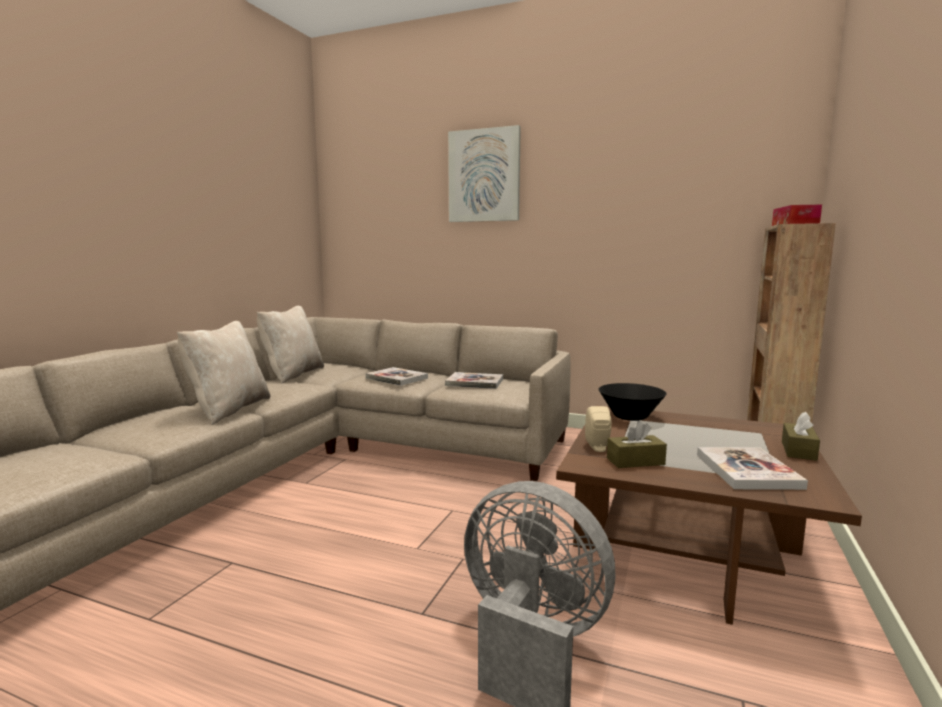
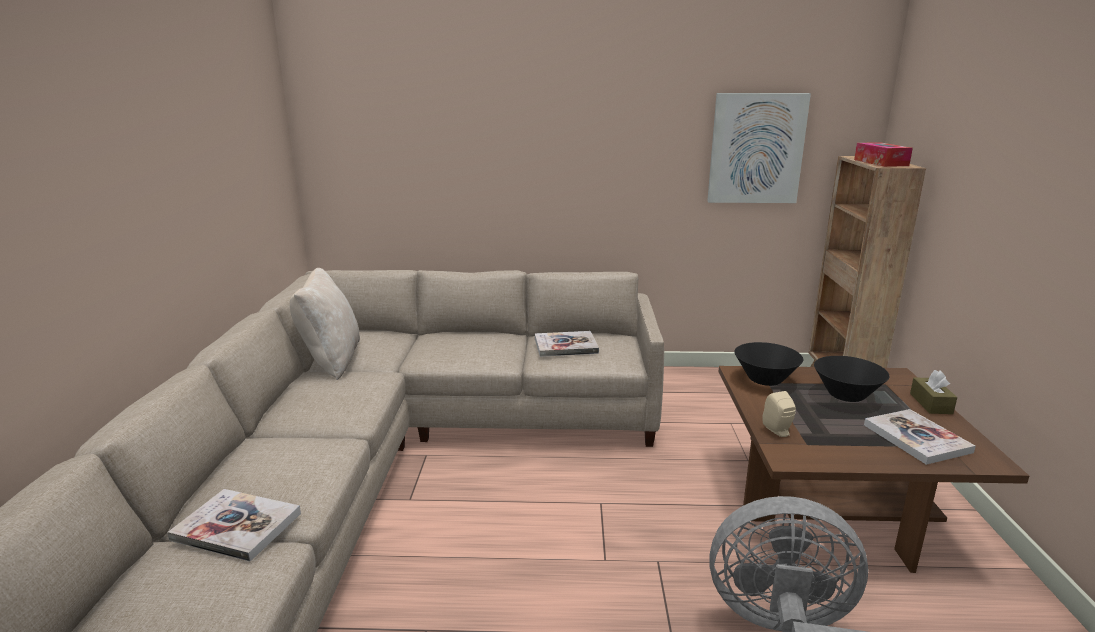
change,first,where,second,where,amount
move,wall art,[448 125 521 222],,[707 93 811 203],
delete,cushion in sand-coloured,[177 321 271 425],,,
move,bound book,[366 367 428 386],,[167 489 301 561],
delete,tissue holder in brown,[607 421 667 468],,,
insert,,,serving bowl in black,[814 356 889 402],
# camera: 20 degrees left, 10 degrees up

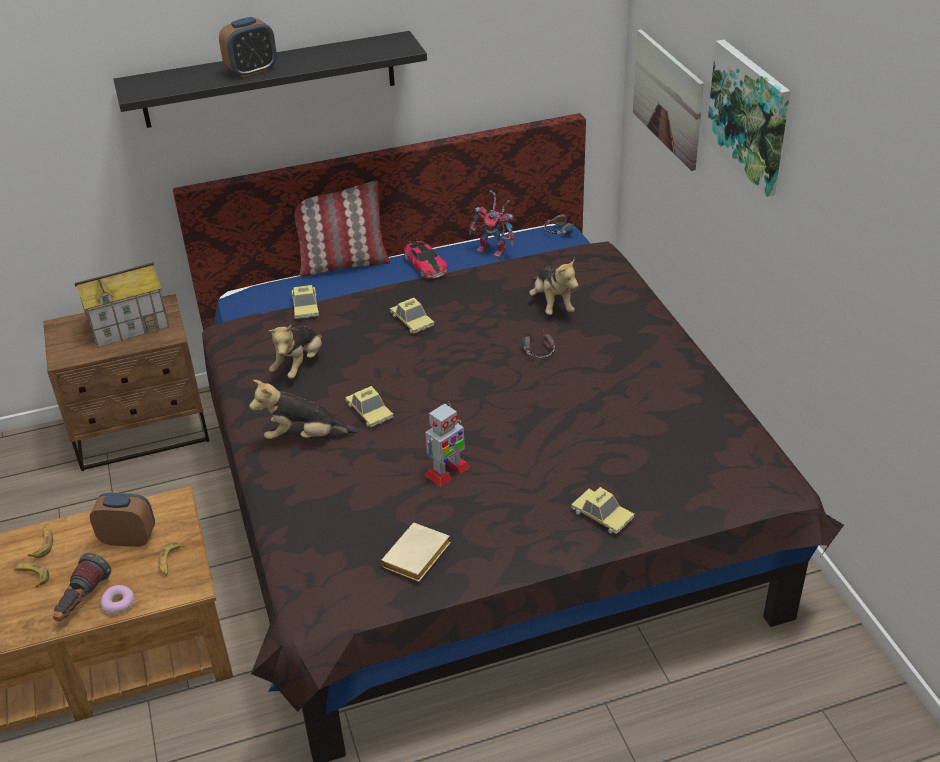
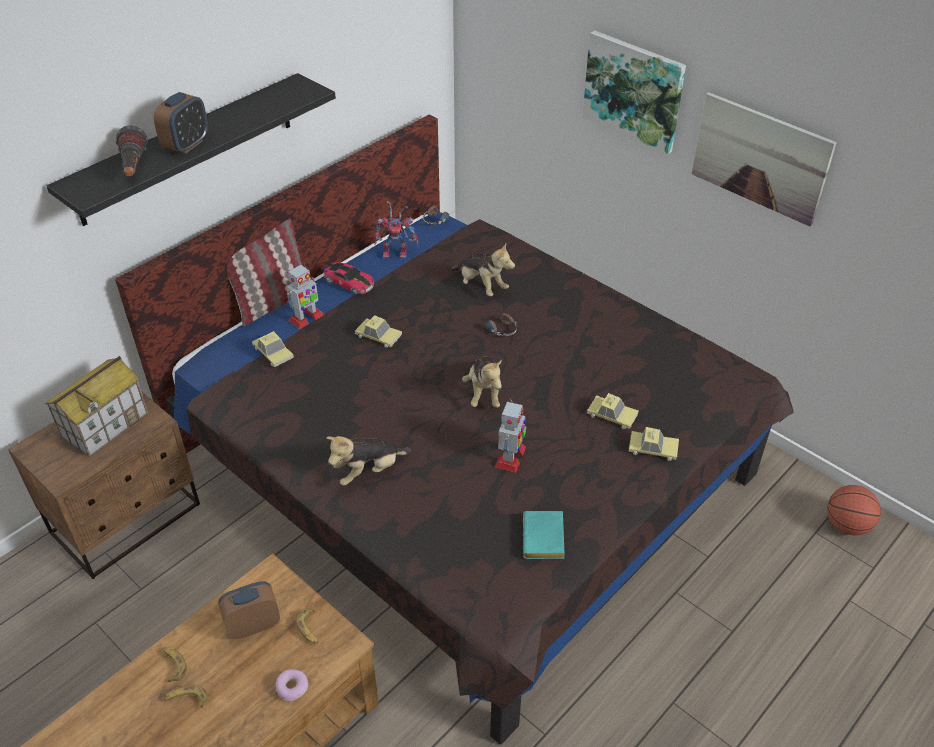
change,first,where,second,where,amount
move,wall art,[633 30 704 171],,[692 92 837 226],
move,soft toy,[269 325 322 379],,[462 356 502 408],
move,toy car,[345 386 393 427],,[587 393 639 429],
recolor,bound book in sand-coloured,[380 523 451 582],bound book in turquoise-coloured,[523 511 565 559],
move,flashlight,[53 553 111 621],,[116 125 148 176],
insert,,,model robot,[286 263 324 329],
insert,,,ball for basketball,[827 485 881 535],
# camera: 30 degrees left, 5 degrees up

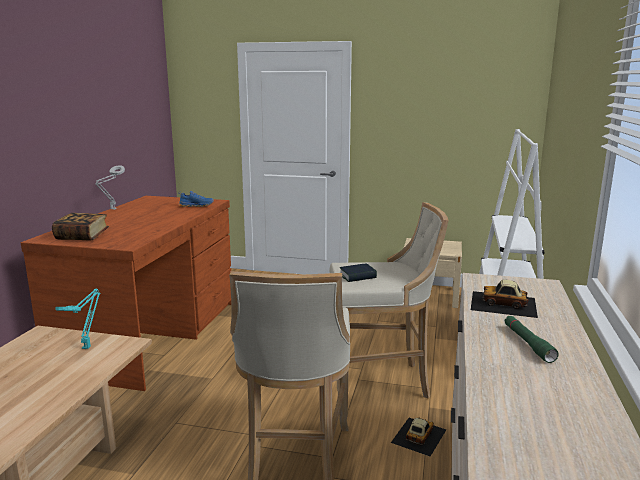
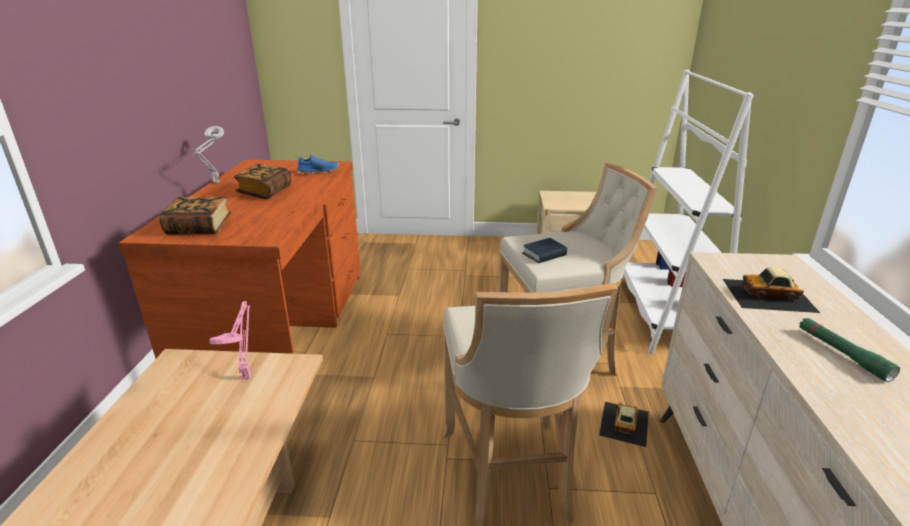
change,first,where,second,where,amount
recolor,table lamp in turquoise-coloured,[56 289 100 349],table lamp in pinkish,[209 301 251 379],
insert,,,bound book,[234 164 291 199],
# camera: 10 degrees left, 10 degrees up

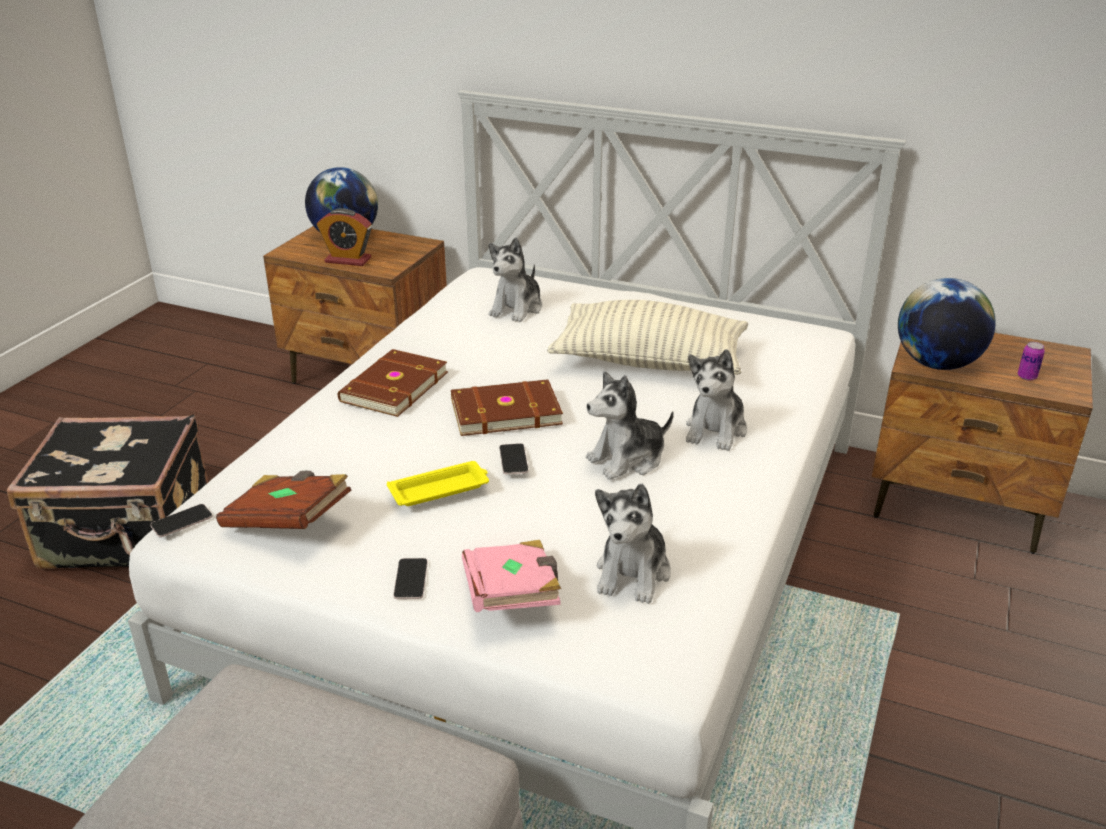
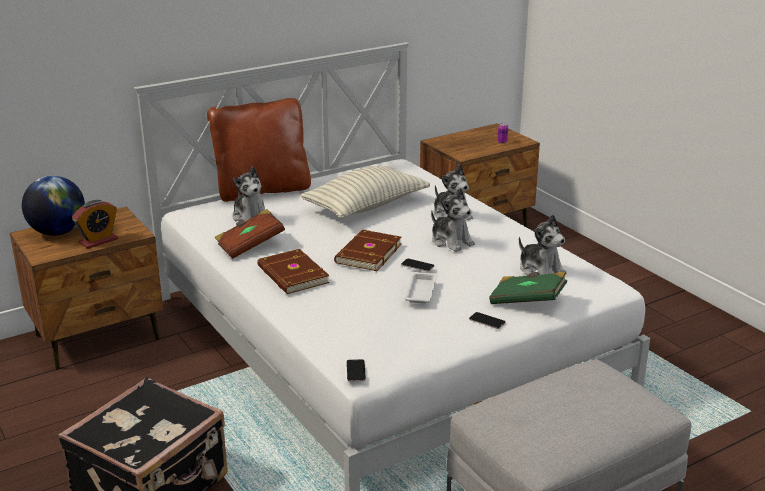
change,first,where,second,where,amount
delete,globe,[898 278 996 370],,,
rotate,soft toy,[586 371 674 480],,[431 188 475 252],45 degrees counterclockwise
recolor,carrying tray in yellowish,[387 461 489 506],carrying tray in white,[404 272 437 304],
move,bound book in brown,[216 471 351 529],,[215 209 285 259],
recolor,bound book in pinkish,[462 540 561 612],bound book in greenish,[489 272 567 304],
insert,,,cushion in brown,[207 98 311 202],
# camera: 55 degrees left, 5 degrees down

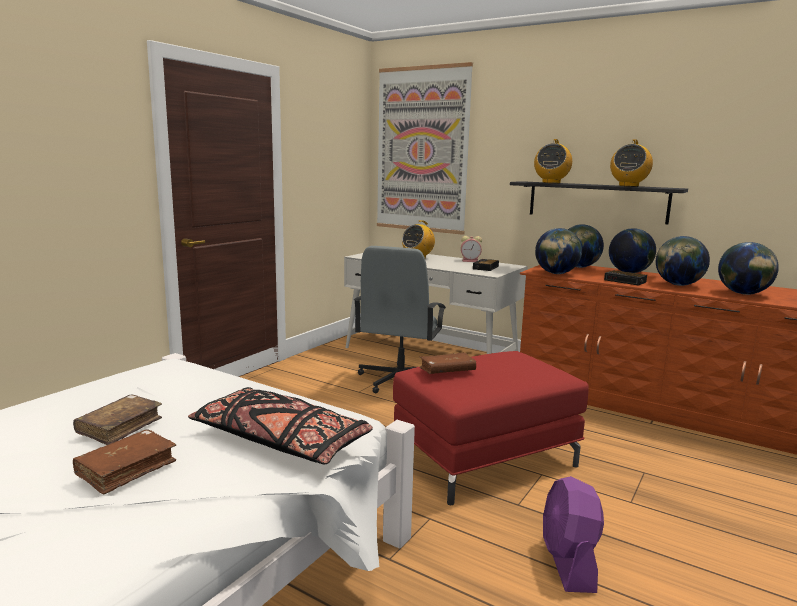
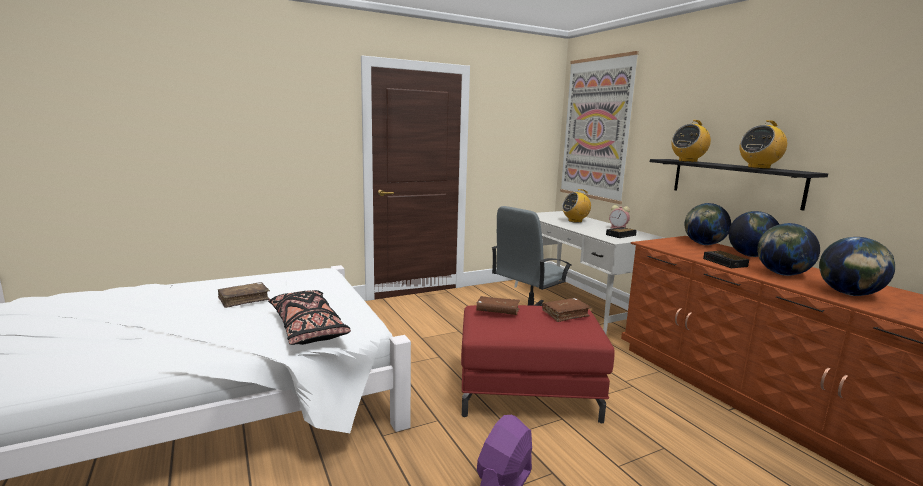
change,first,where,second,where,amount
delete,globe,[535 228 582 274],,,
move,bound book in brown,[73 429 176 495],,[542 298 591 322],
# camera: 30 degrees right, 0 degrees up

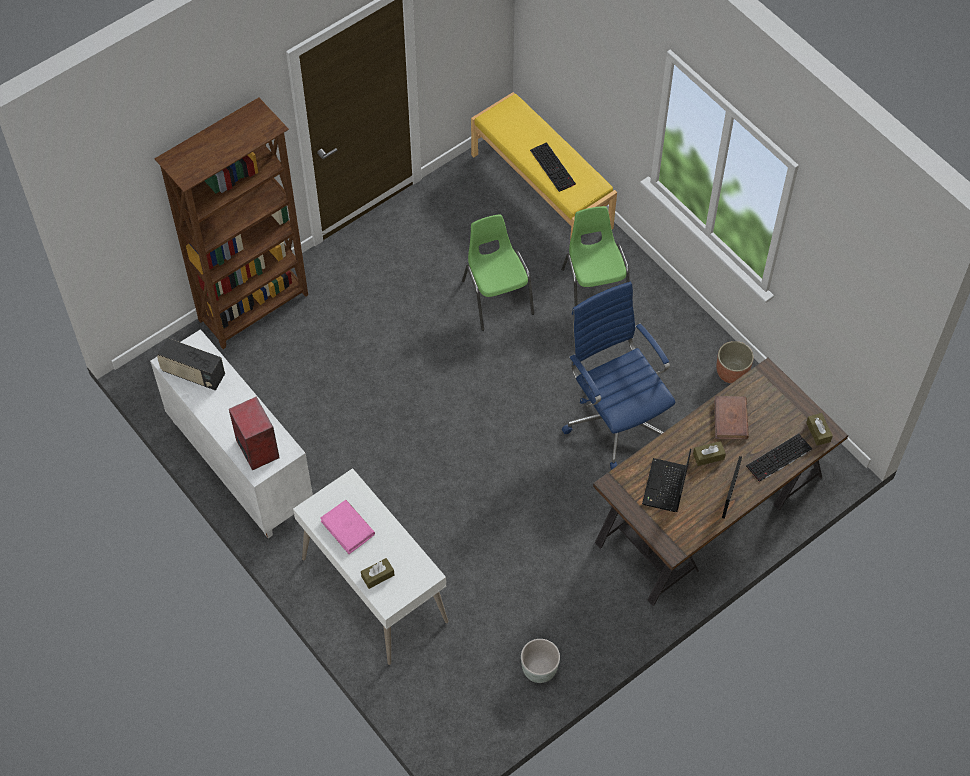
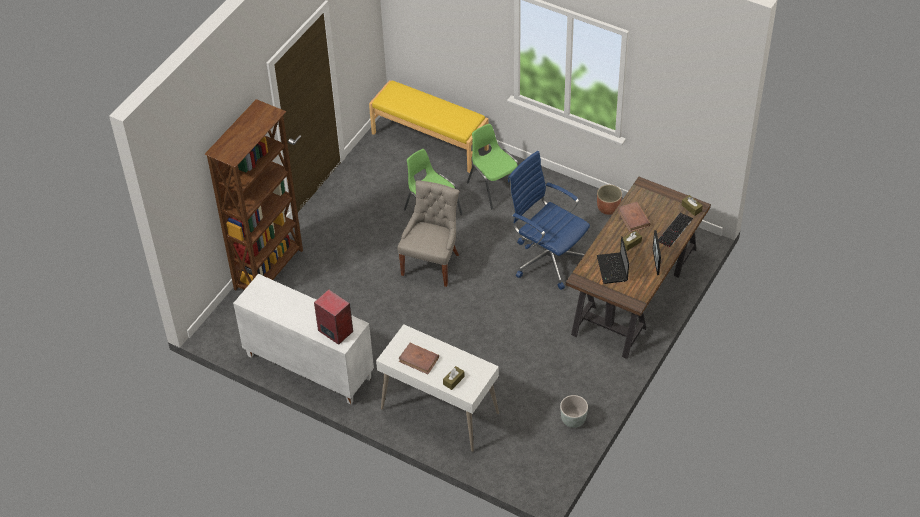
change,first,where,second,where,amount
delete,PC keyboard,[530 142 576 192],,,
delete,radio set,[157 338 225 390],,,
recolor,bound book in pinkish,[320 500 375 554],bound book in brown,[398 343 439 374],
insert,,,plain chair in greyish,[397 180 459 287],
# camera: 20 degrees left, 10 degrees down

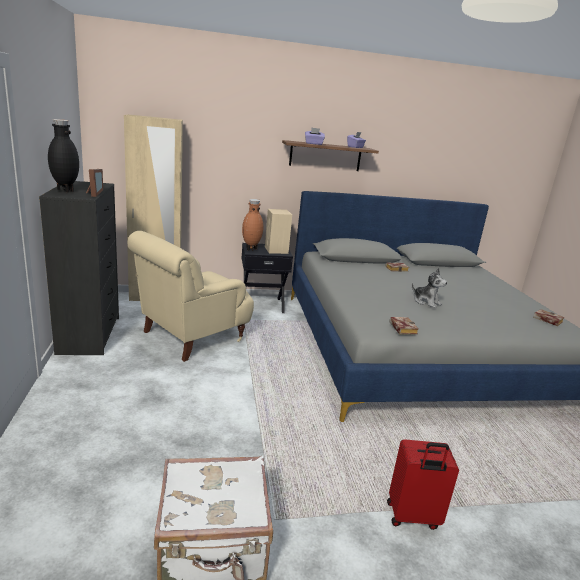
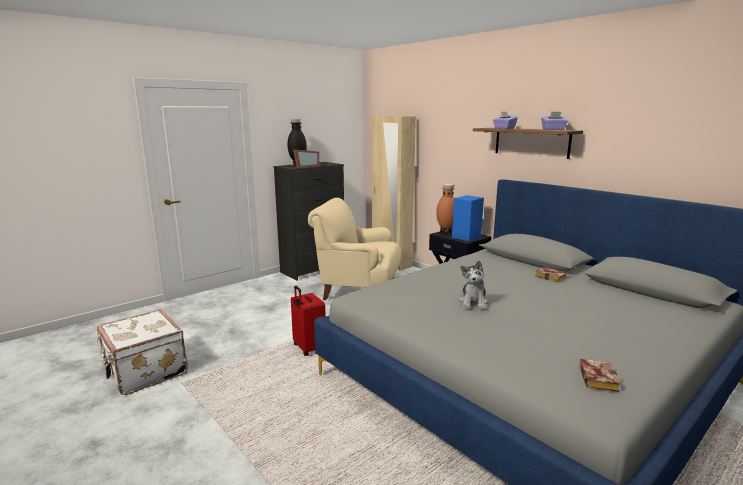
change,first,where,second,where,amount
recolor,loudspeaker in sand-coloured,[265 209 292 254],loudspeaker in blue,[452 195 484 241],
delete,bound book,[390 317 419 334],,,
move,suitcase in reddish,[387 439 459 530],,[291 285 326 356],
# camera: 60 degrees right, 5 degrees down

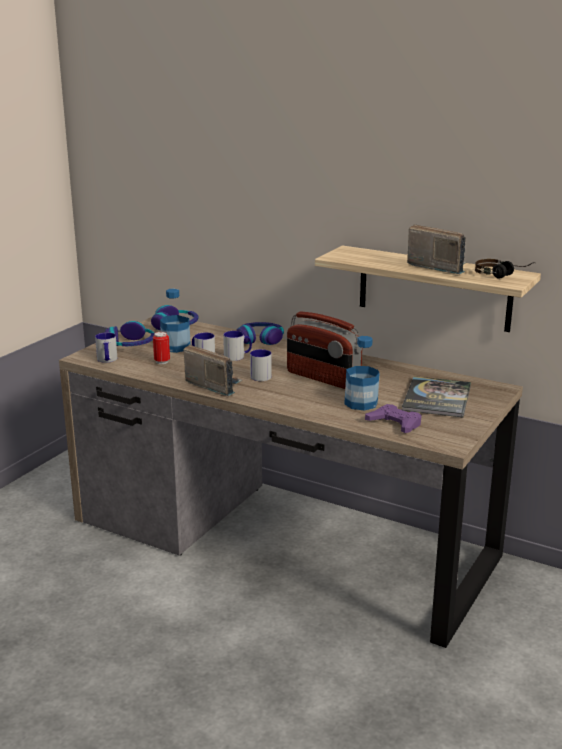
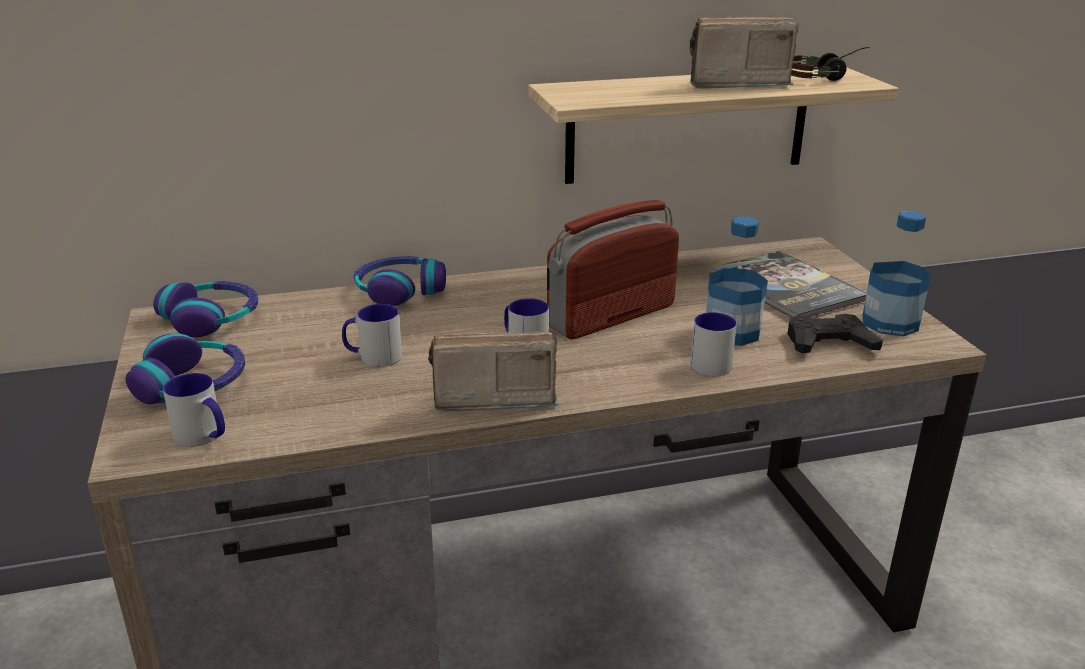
change,first,where,second,where,amount
move,bottle,[160 288 191 353],,[862 211 931 336],
rotate,radio set,[287 311 362 389],,[547 200 679 339],150 degrees clockwise
move,coffee mug,[223 331 252 361],,[690 312 737 376],
delete,metal can,[153 332 170 364],,,
recolor,joypad in purple-coloured,[365 404 422 433],joypad in black,[788 314 883 353],
# camera: 45 degrees left, 5 degrees up

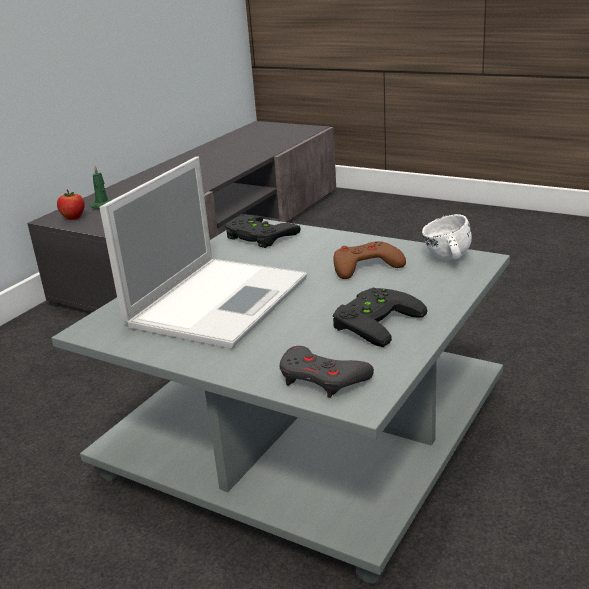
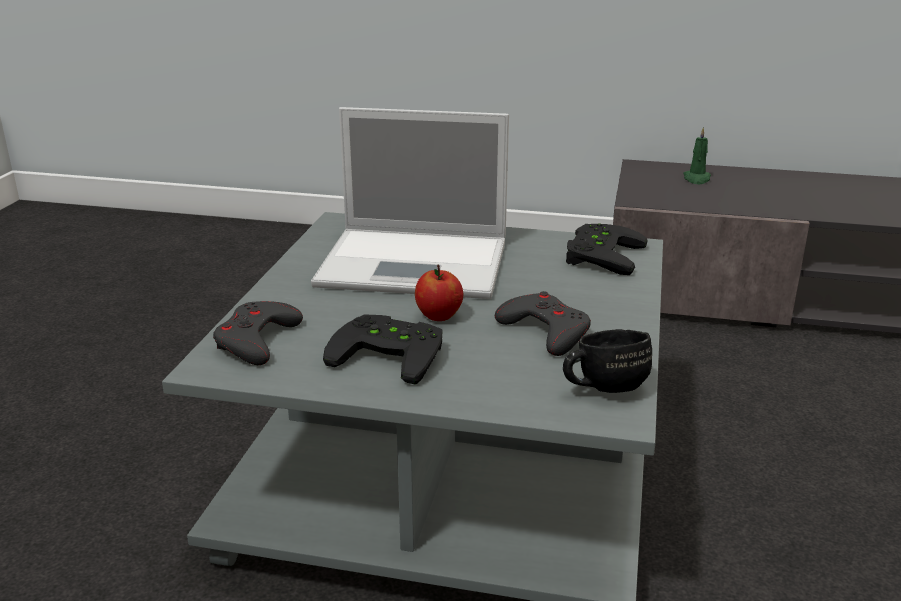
change,first,where,second,where,amount
move,apple fruit,[57 190 85 220],,[415 264 463 321],
recolor,coffee mug in white,[422 214 472 260],coffee mug in black,[563 329 652 393],
recolor,joypad in brown,[333 241 406 279],joypad in greyish,[495 291 591 356],
# camera: 70 degrees right, 0 degrees up

